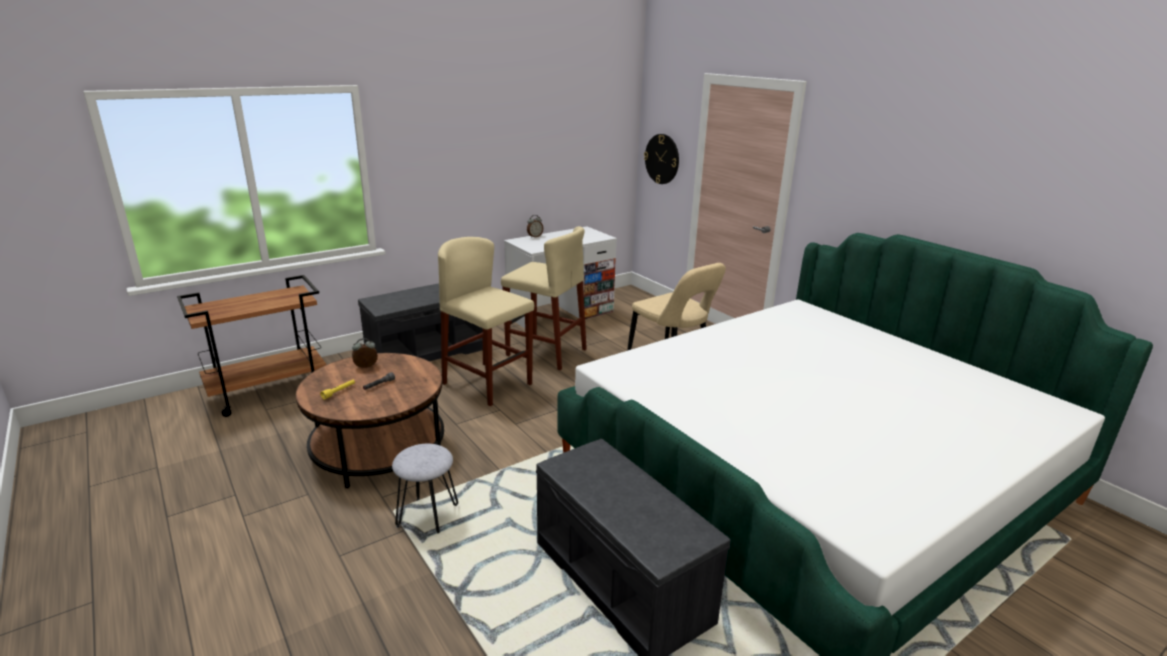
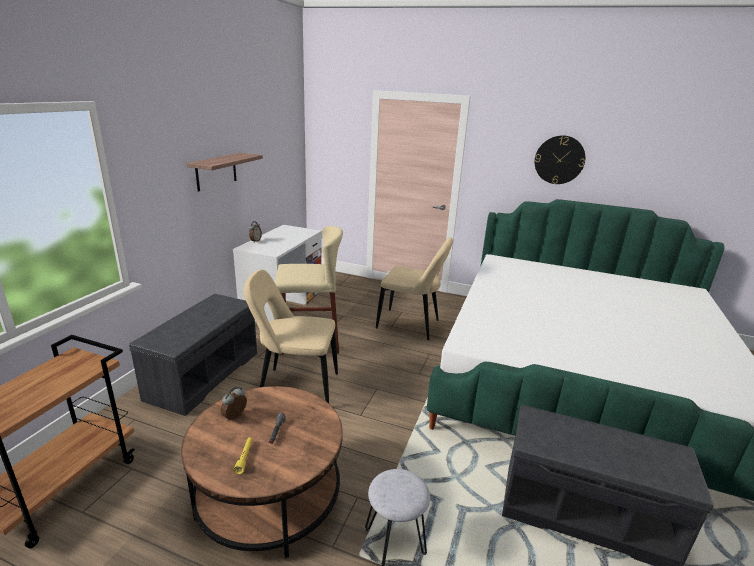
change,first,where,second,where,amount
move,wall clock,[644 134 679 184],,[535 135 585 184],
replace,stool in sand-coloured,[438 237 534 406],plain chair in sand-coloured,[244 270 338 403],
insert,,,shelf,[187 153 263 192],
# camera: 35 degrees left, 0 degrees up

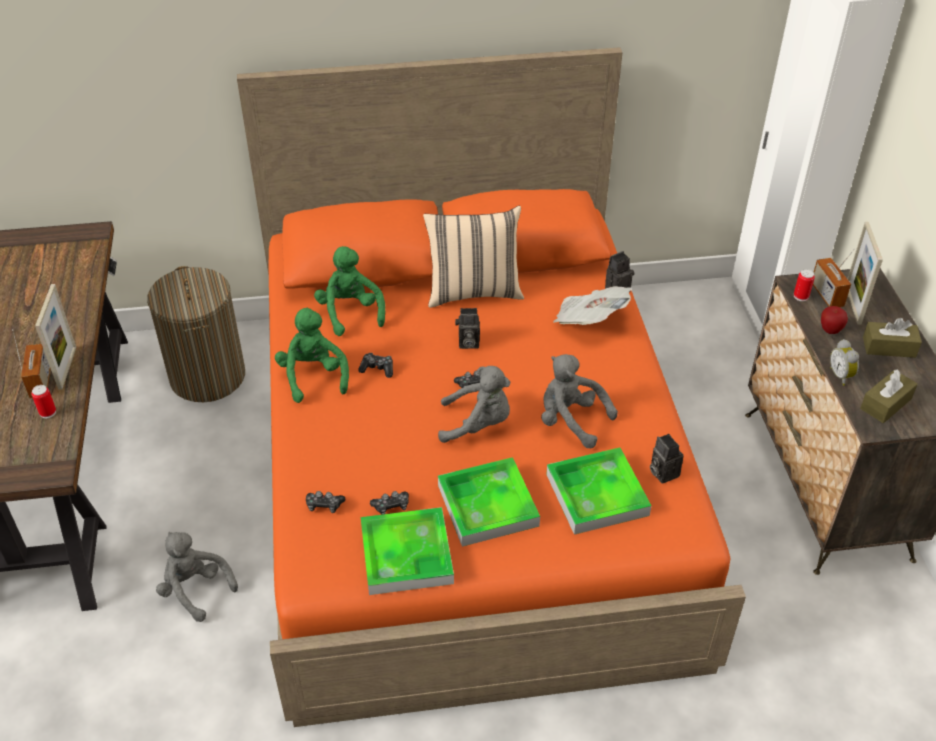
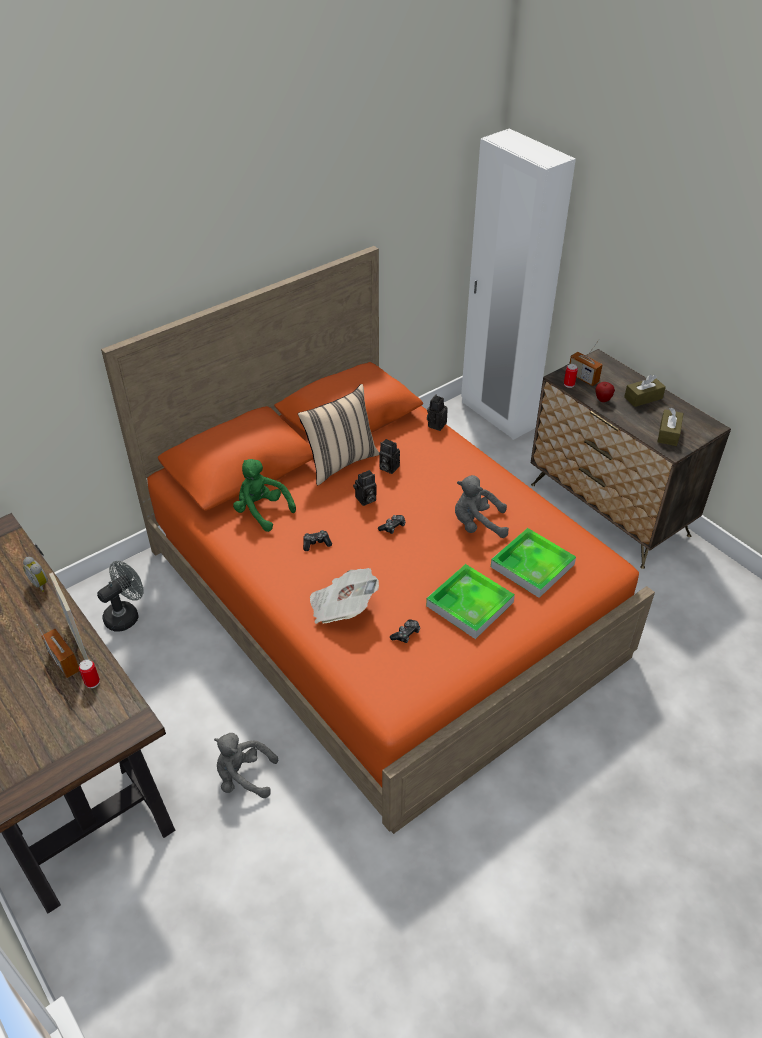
change,first,where,second,where,amount
delete,photo frame,[847 222 883 325],,,
replace,hamper,[147 266 245 402],fan in greyish,[97 561 143 632],
move,printed paper,[553 286 631 325],,[310 568 379 624],
delete,soft toy in greenish,[275 307 349 403],,,
move,table clock,[830 339 859 386],,[23 557 48 592],
delete,soft toy in greyish,[438 366 510 443],,,
move,still camera,[650 434 683 484],,[379 439 400 474],
delete,joypad,[306 491 346 513],,,
delete,carrying tray,[361 507 454 595],,,
# camera: 30 degrees left, 0 degrees up

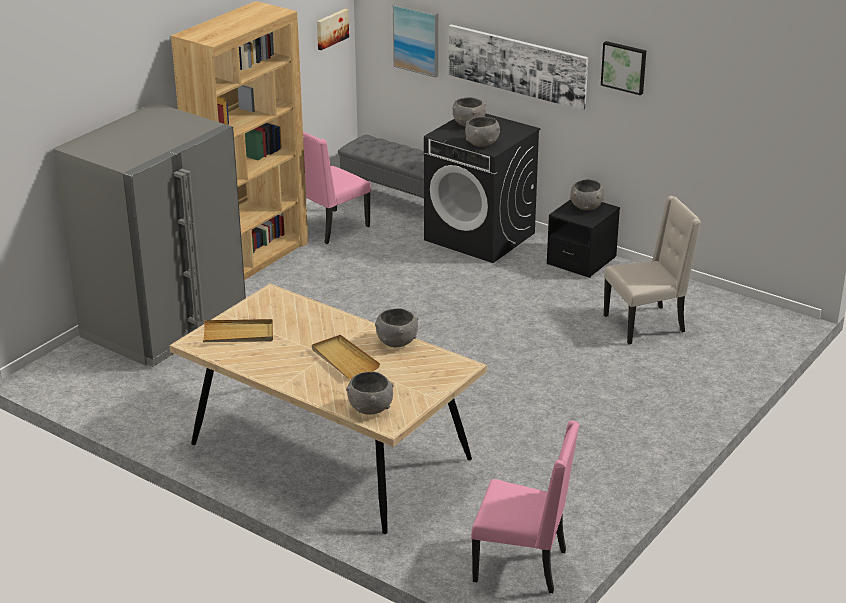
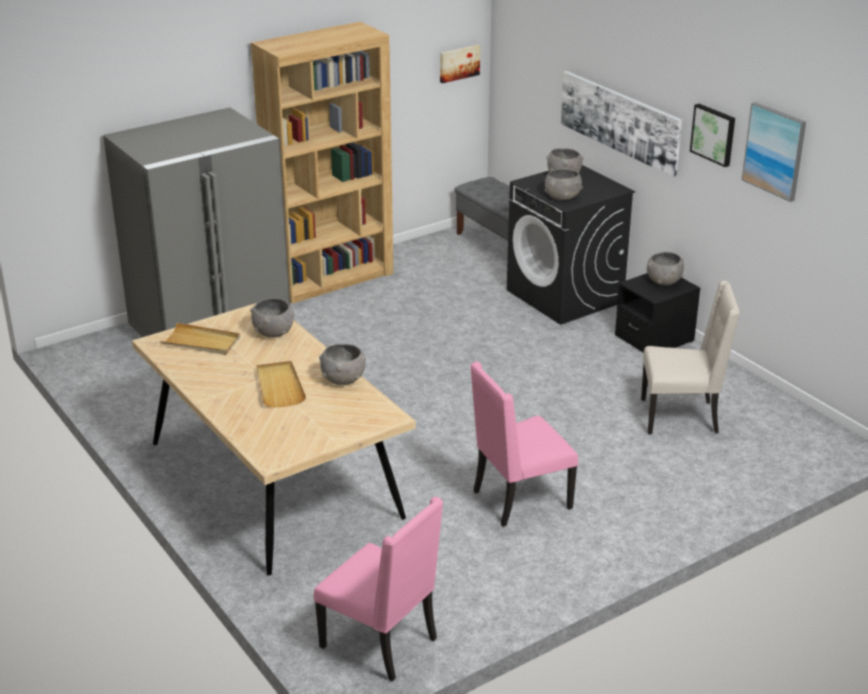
change,first,where,second,where,amount
move,wall art,[393 3 438 78],,[742 102 806 202],
move,plain chair in pinkish,[303 132 371 244],,[470 362 578 527],
move,serving bowl in greyish,[346 372 394 415],,[250 298 294 338],
# camera: 20 degrees right, 0 degrees up

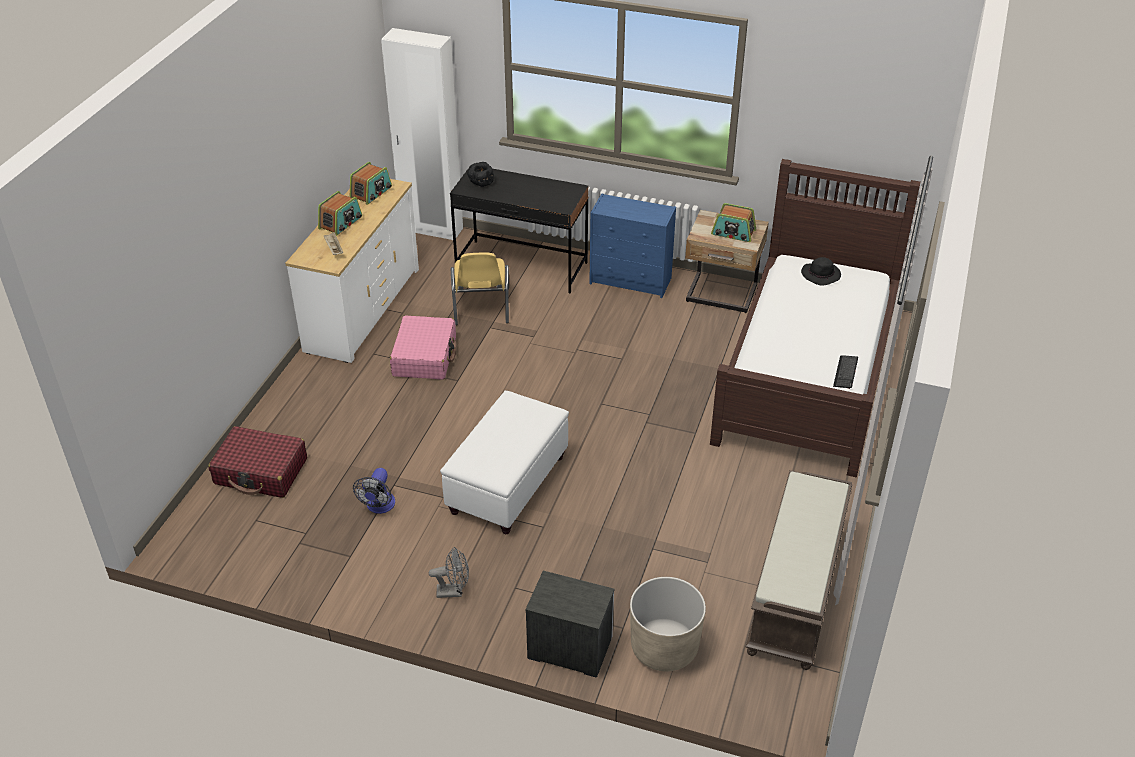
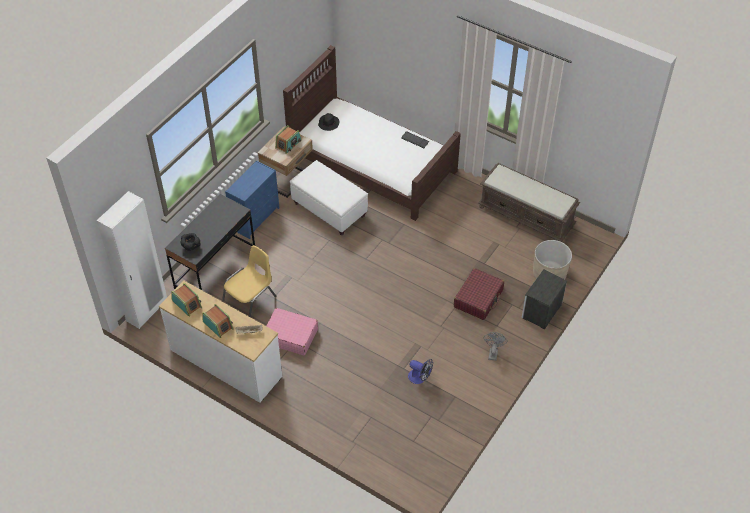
change,first,where,second,where,amount
rotate,plain chair in yellowish,[451 253 509 325],,[222 245 276 317],60 degrees counterclockwise
move,pouffe in white,[440 391 569 534],,[289 160 368 235],
move,suitcase in reddish,[208 426 307 498],,[454 268 504 320],
# camera: 75 degrees left, 10 degrees up

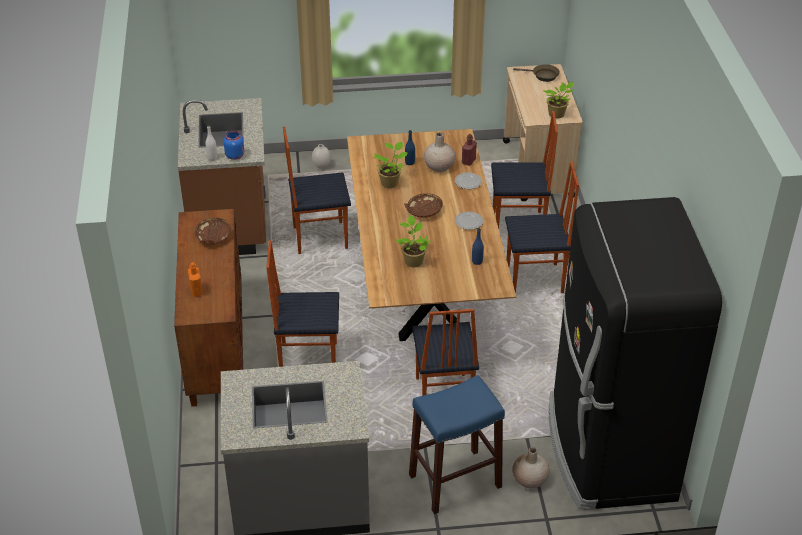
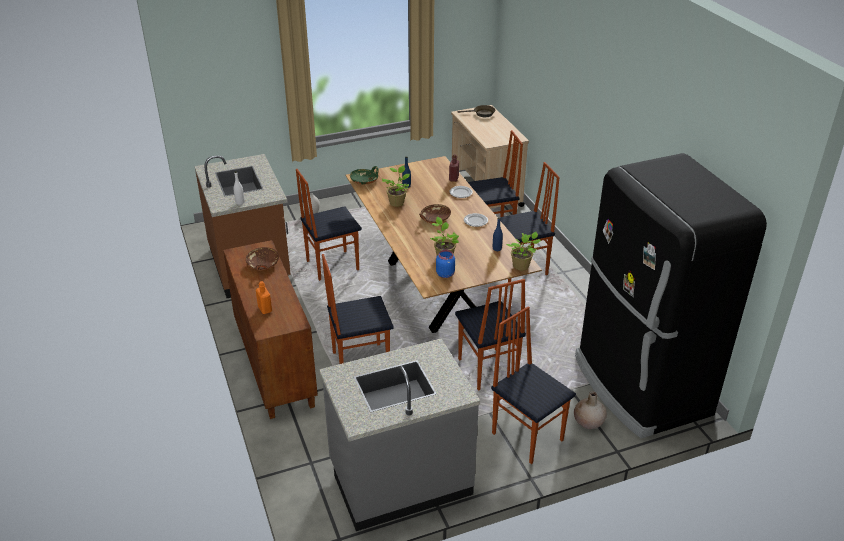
change,first,where,second,where,amount
move,potted plant,[543 82 574 118],,[506 232 541 270],
move,jar in blue,[223 130 244 160],,[436 250 455 278],
delete,vase in sand-coloured,[424 132 456 172],,,
replace,stool in blue,[409 375 505 514],plain chair,[491 306 576 464],
insert,,,serving bowl in greenish,[350 166 379 184],
# camera: 15 degrees left, 5 degrees down

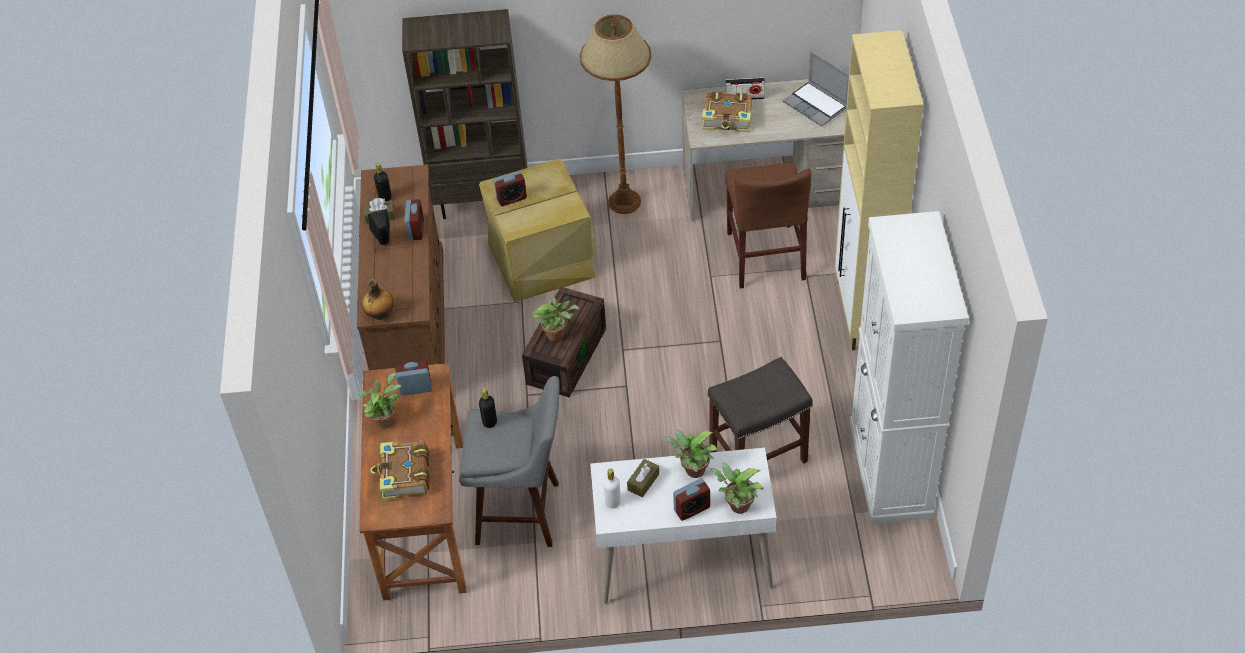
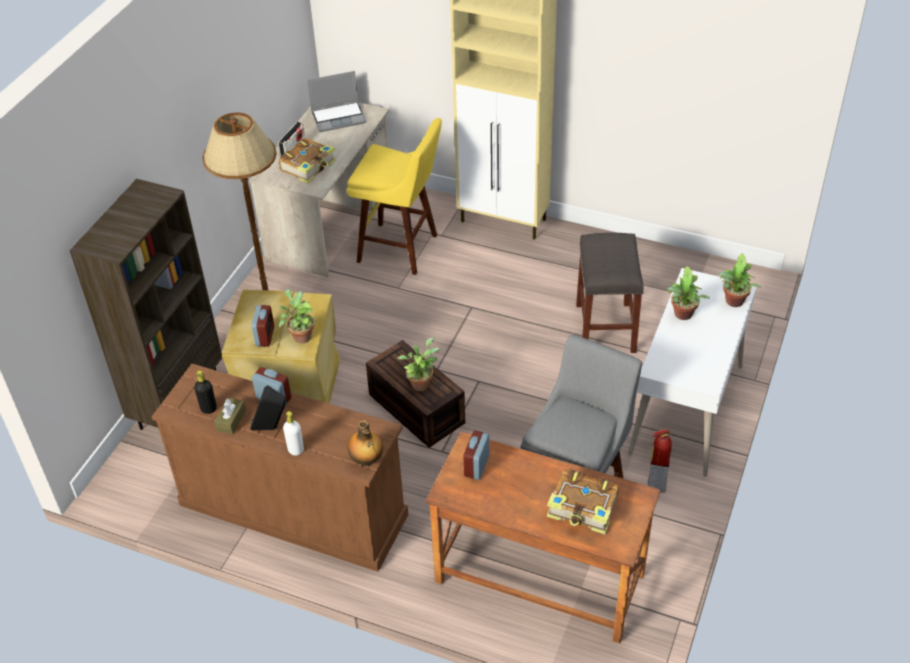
change,first,where,second,where,amount
replace,plain chair in brown,[725 162 811 289],stool in yellowish,[347 118 442 275],
delete,cupboard in white,[850 211 969 524],,,
move,potted plant,[357 373 402 429],,[279 288 316 344],
delete,bottle in black,[479 388 497 428],,,
delete,tissue holder in brown,[627 459 659 497],,,
move,bottle in white,[603 469 621 508],,[283 411 304 456],
delete,table clock,[673 478 710 521],,,
insert,,,extinguisher,[647 429 672 493],
# camera: 65 degrees left, 5 degrees down

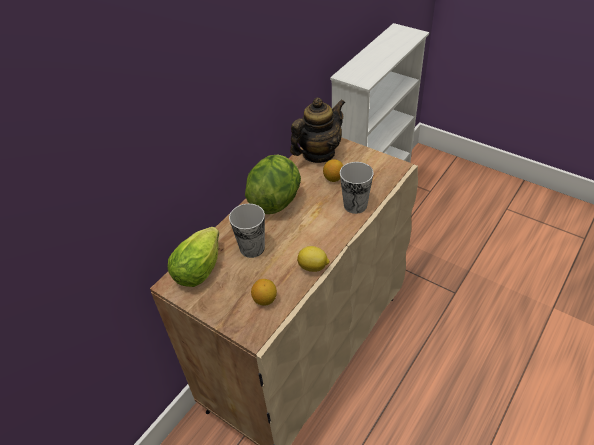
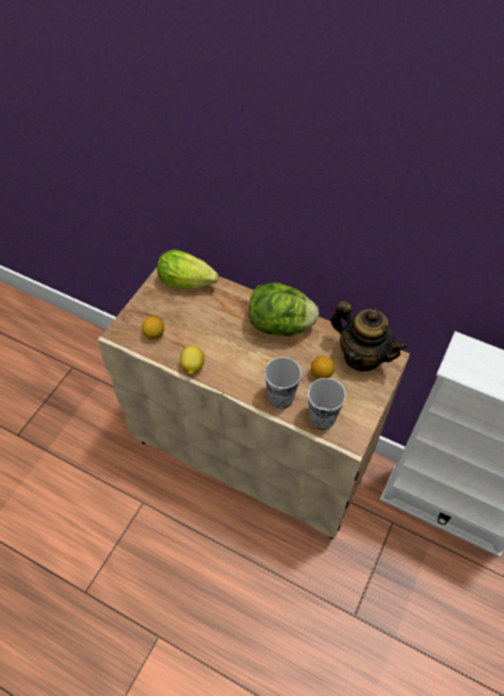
change,first,where,second,where,amount
move,cup,[229 204 265 258],,[308 378 346 430],
# camera: 80 degrees right, 10 degrees up

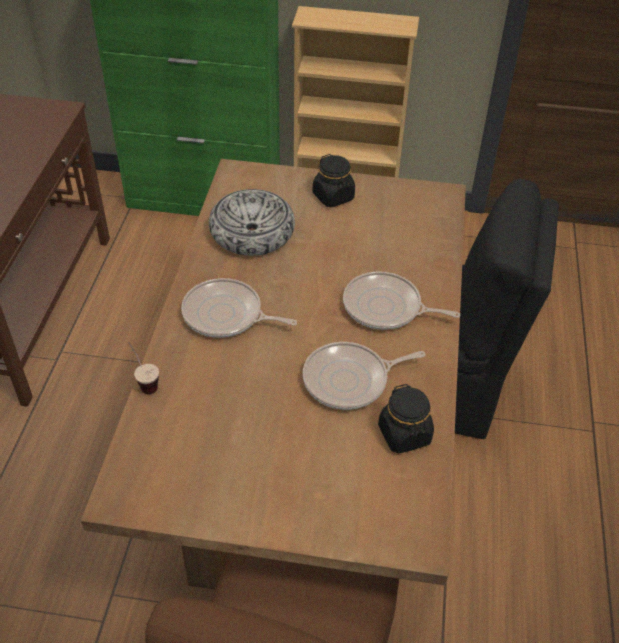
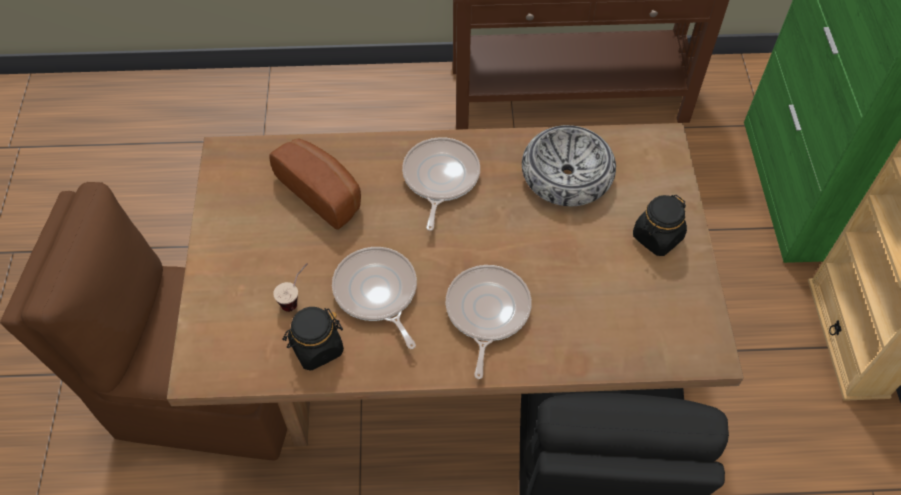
change,first,where,second,where,amount
move,cup,[128 342 159 394],,[273 263 308 312],
insert,,,bread,[269 139 361 230],
# camera: 80 degrees right, 10 degrees up

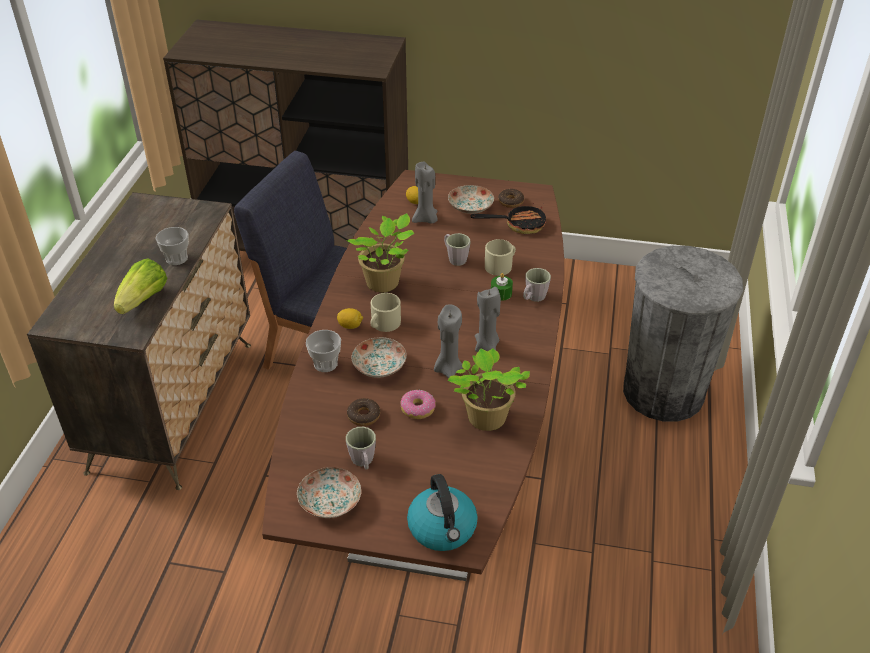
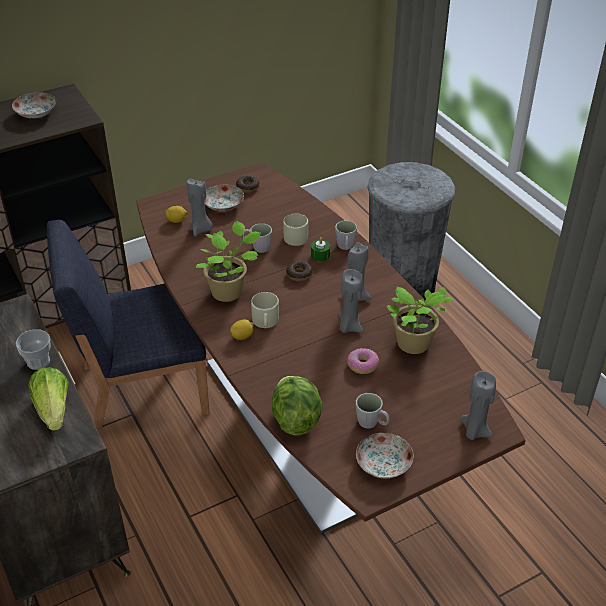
change,first,where,second,where,amount
delete,pan,[470 203 546 234],,,
delete,cup,[306 330 341 372],,,
move,dinner plate,[351 337 407 378],,[12 92 57 118],
move,ring doughnut,[347 398 380 426],,[286 261 313 281],
replace,tea kettle,[407 474 478 551],wax light in greyish,[460 371 496 440],
insert,,,lettuce head,[272 376 323 436],
# camera: 40 degrees left, 0 degrees up

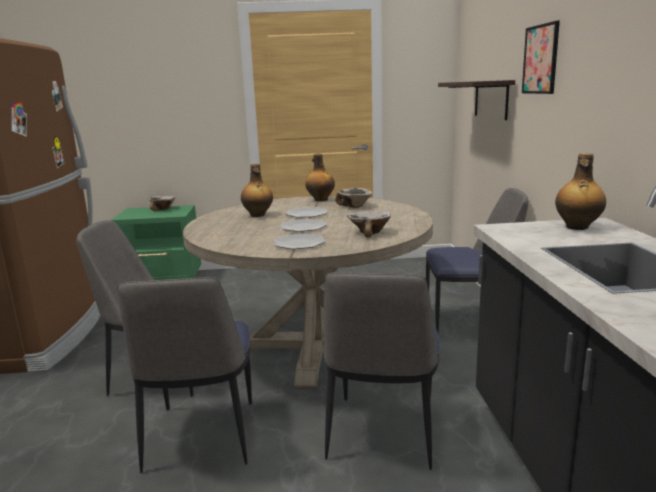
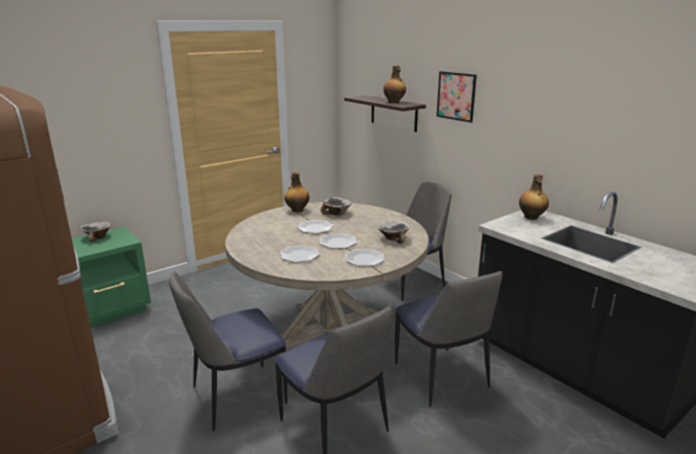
change,first,where,second,where,amount
move,bottle,[241 164 273 217],,[383 65 406 103],
insert,,,dinner plate,[280 245 320 263],
# camera: 35 degrees left, 5 degrees up

